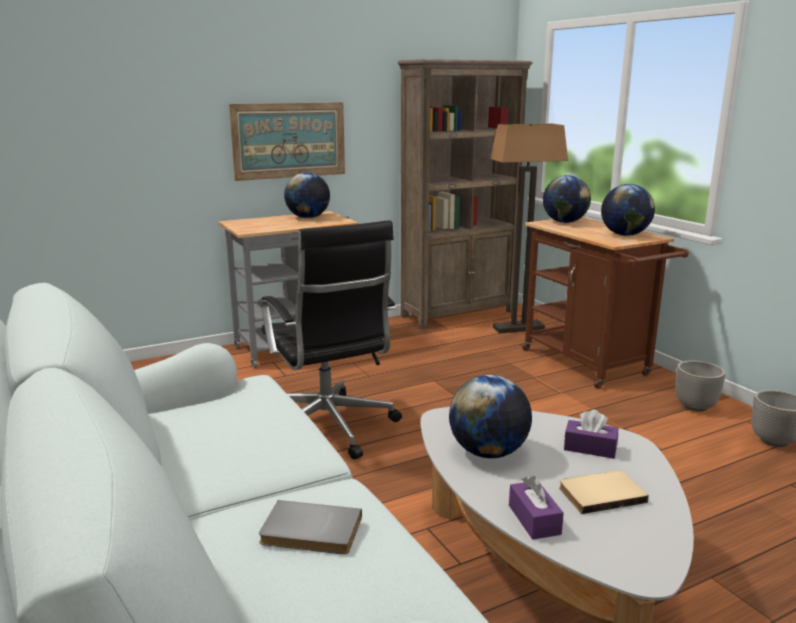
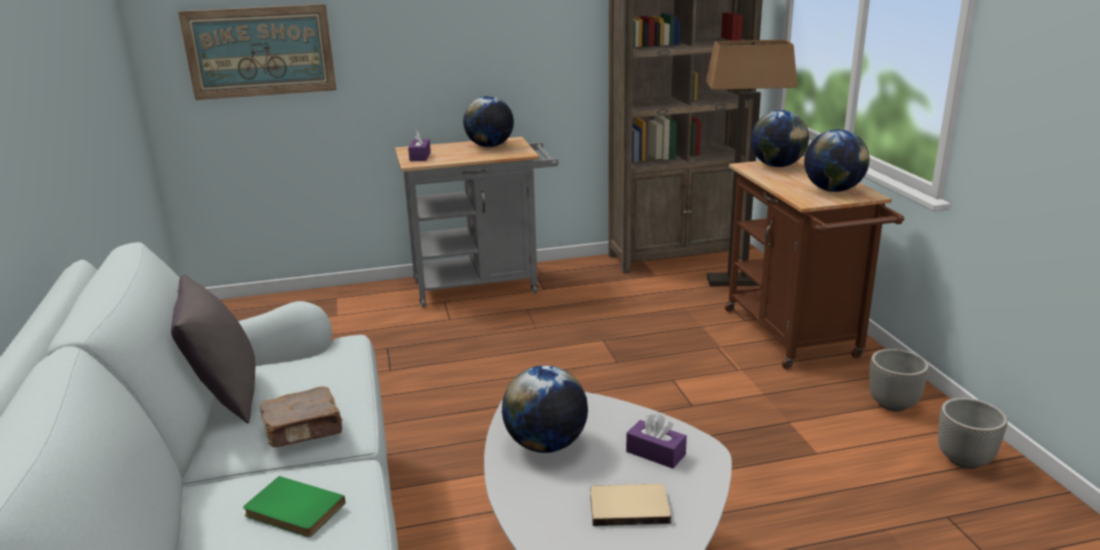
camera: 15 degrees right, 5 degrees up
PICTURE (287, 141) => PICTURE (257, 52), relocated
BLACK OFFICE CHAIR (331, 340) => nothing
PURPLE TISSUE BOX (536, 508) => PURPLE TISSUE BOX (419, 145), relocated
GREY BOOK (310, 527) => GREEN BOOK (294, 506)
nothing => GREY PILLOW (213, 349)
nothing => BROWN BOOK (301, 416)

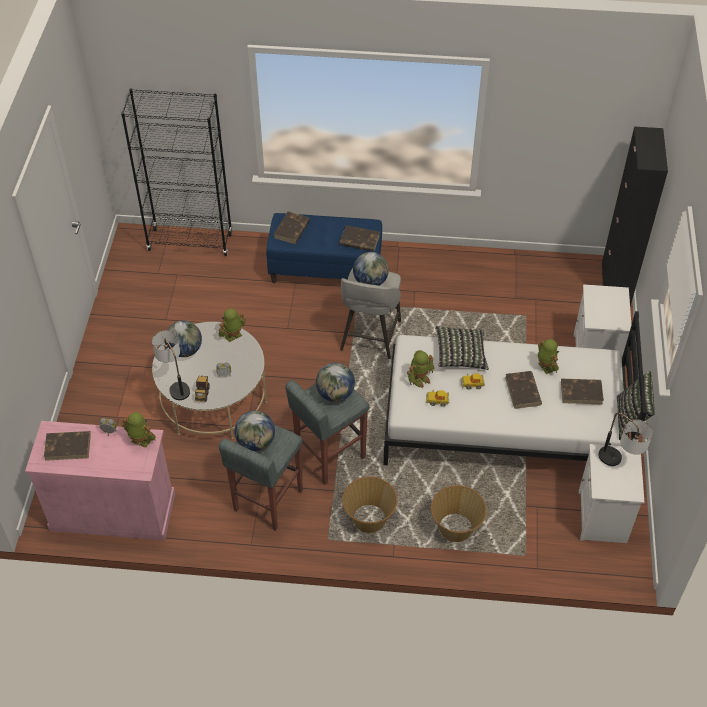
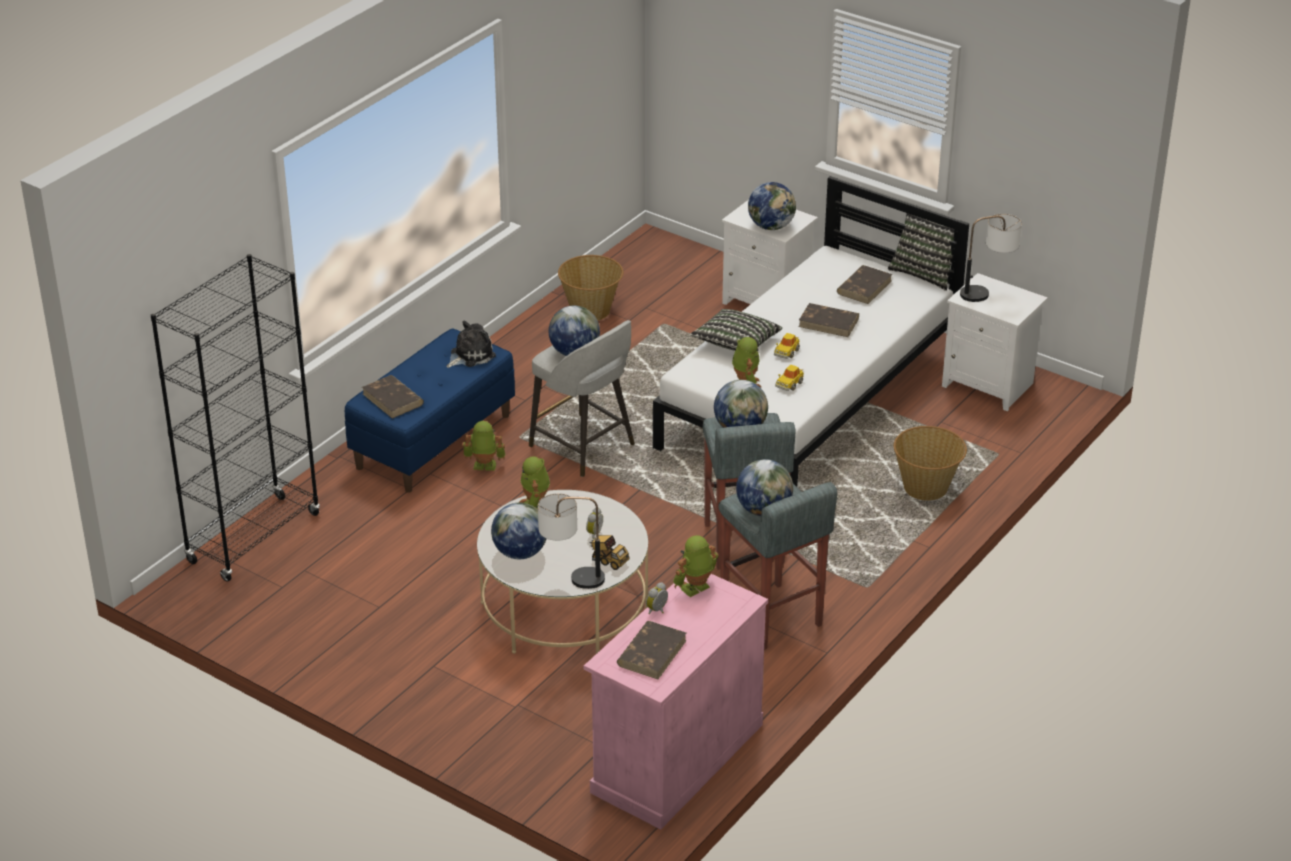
camera: 60 degrees left, 15 degrees down
BLACK CABINET (635, 216) => nothing
BROWN BOOK (360, 238) => PLUSH TOY (471, 344)
TOY ROBOT (548, 356) => TOY ROBOT (483, 446), relocated
BASKET (369, 504) => BASKET (591, 288), relocated
nothing => GLOBE (772, 206)

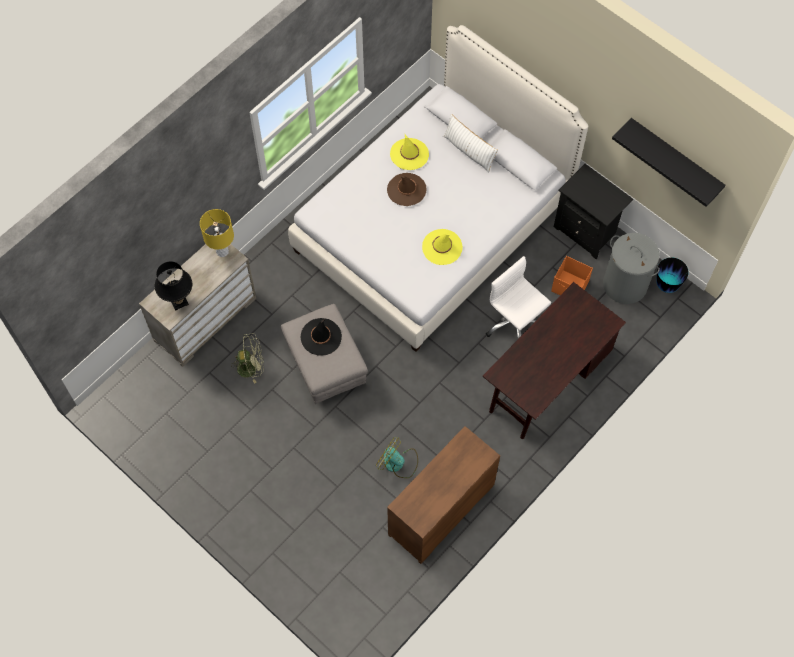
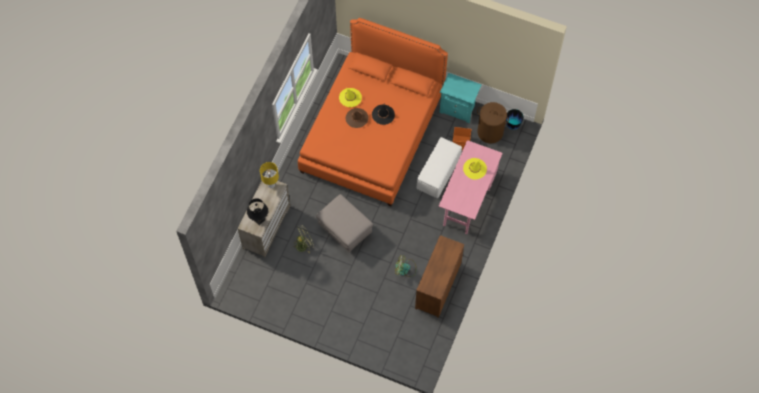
camera: 20 degrees left, 0 degrees up
WHITE BED (438, 188) => ORANGE BED (373, 112)
WHITE PILLOW (470, 143) => nothing
BLACK SHELF (669, 162) => nothing
BLACK NIGHTSTAND (593, 211) => TURQUOISE NIGHTSTAND (461, 98)
YELLOW HAT (442, 247) => YELLOW HAT (475, 169), relocated
GREY LAUNDRY BASKET (631, 268) => BROWN LAUNDRY BASKET (493, 122)
WHITE OFFICE CHAIR (518, 297) => WHITE OTTOMAN (439, 167)
BROWN DESK (554, 360) => PINK DESK (471, 187)
BLACK HAT (321, 337) => BLACK HAT (383, 114), relocated

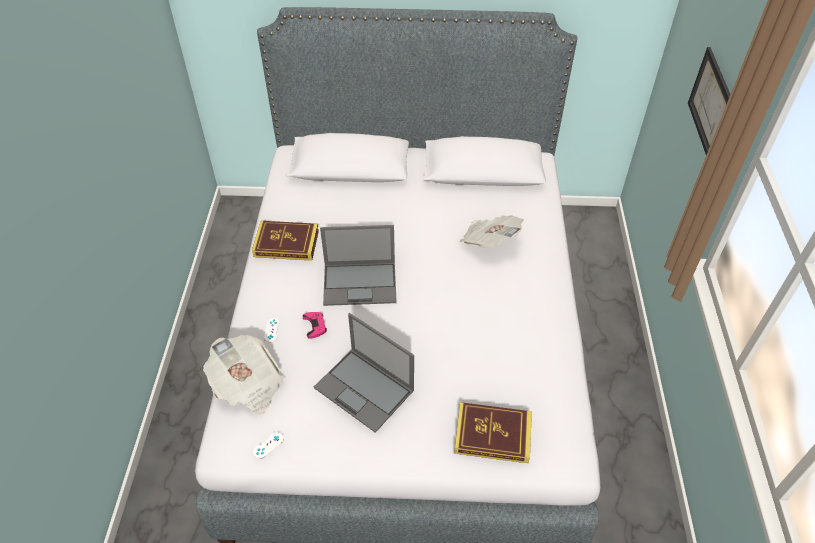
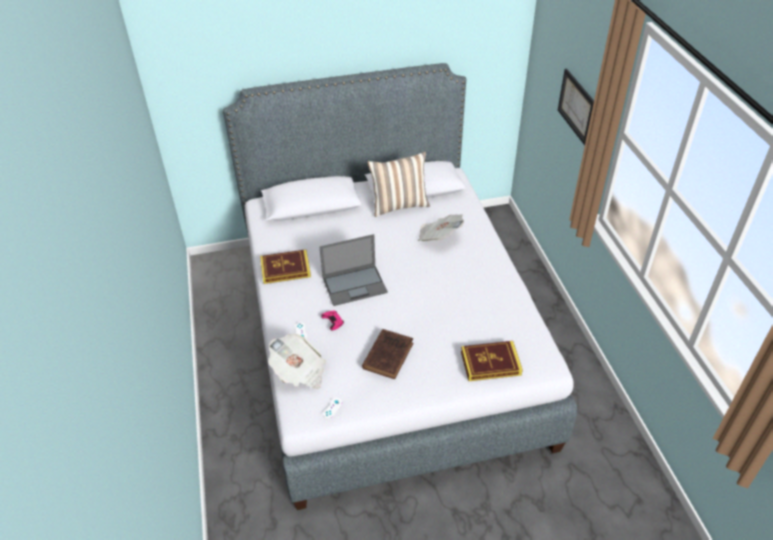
camera: 15 degrees left, 5 degrees down
LAPTOP (364, 373) => BROWN BOOK (387, 354)
nothing => PILLOW (398, 184)

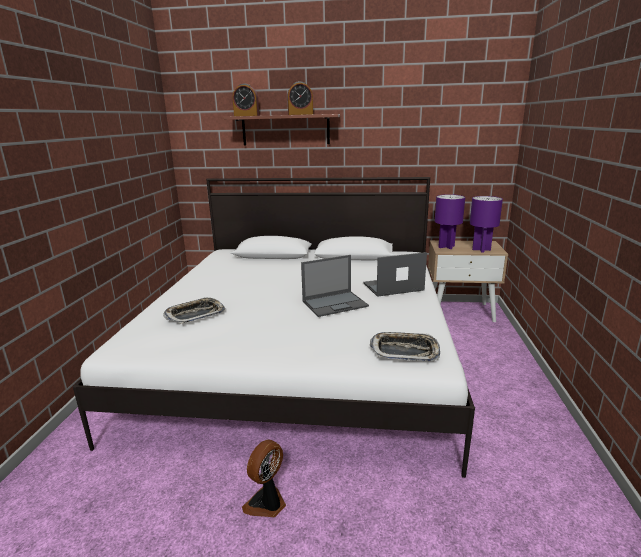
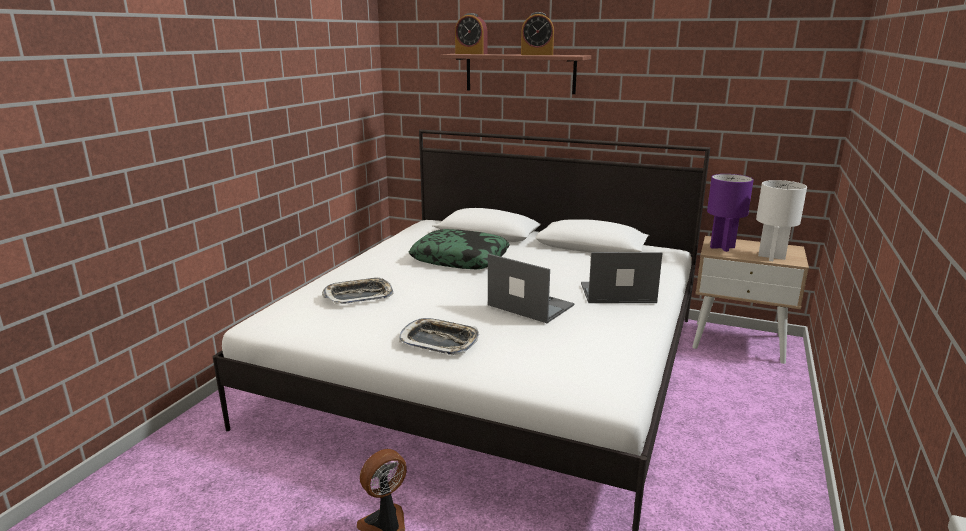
camera: 15 degrees right, 0 degrees up
PURPLE TABLE LAMP (486, 224) => WHITE TABLE LAMP (781, 220)
LAPTOP (335, 286) => LAPTOP (531, 288), 135 degrees counterclockwise
TRAY (405, 346) => TRAY (439, 336), relocated
nothing => PILLOW (459, 249)

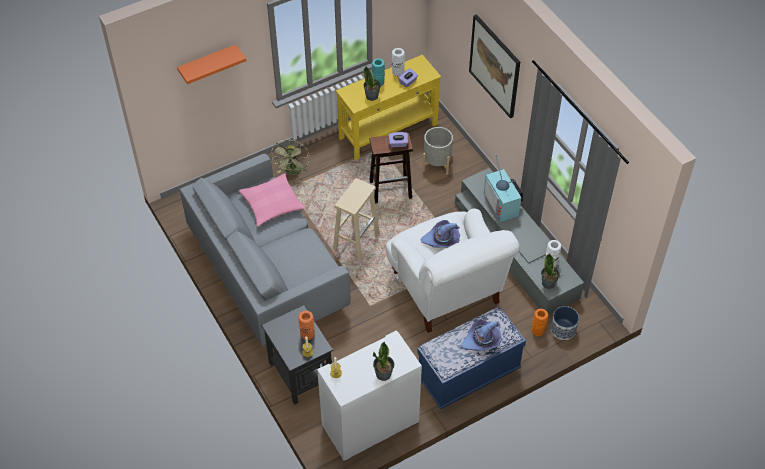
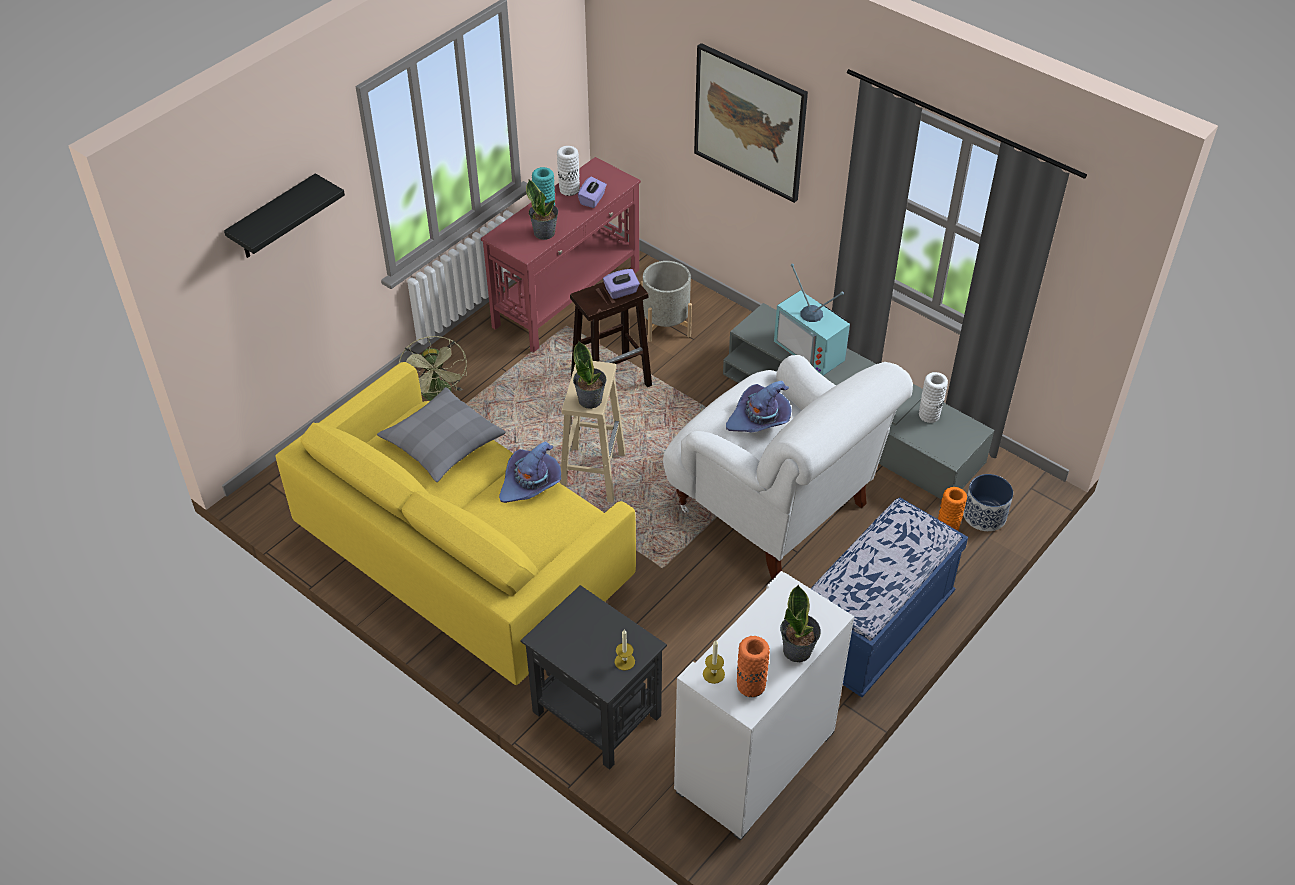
camera: 20 degrees left, 5 degrees down
ORANGE SHELF (212, 64) => BLACK SHELF (284, 215)
YELLOW CONSOLE TABLE (388, 107) => RED CONSOLE TABLE (561, 254)
GREY SOFA (265, 250) => YELLOW SOFA (456, 523)
PINK PILLOW (271, 199) => GREY PILLOW (441, 434)
POTTED PLANT (550, 271) => POTTED PLANT (590, 375), relocated
ORANGE VASE (306, 325) => ORANGE VASE (753, 666), relocated
PURPLE HAT (481, 335) => PURPLE HAT (530, 472), relocated

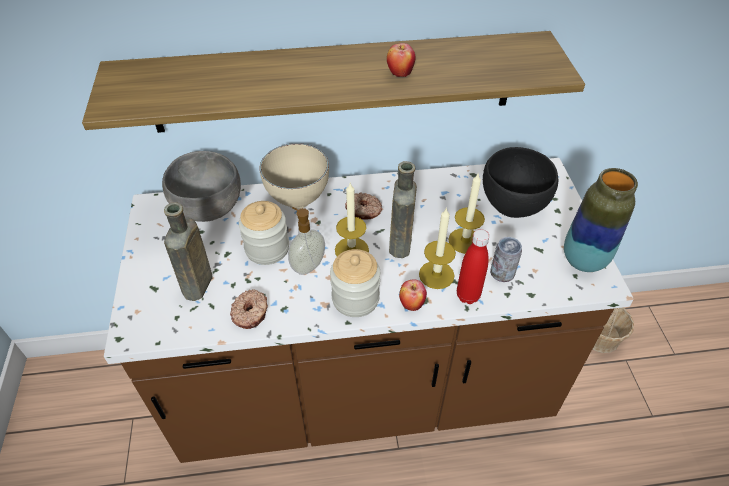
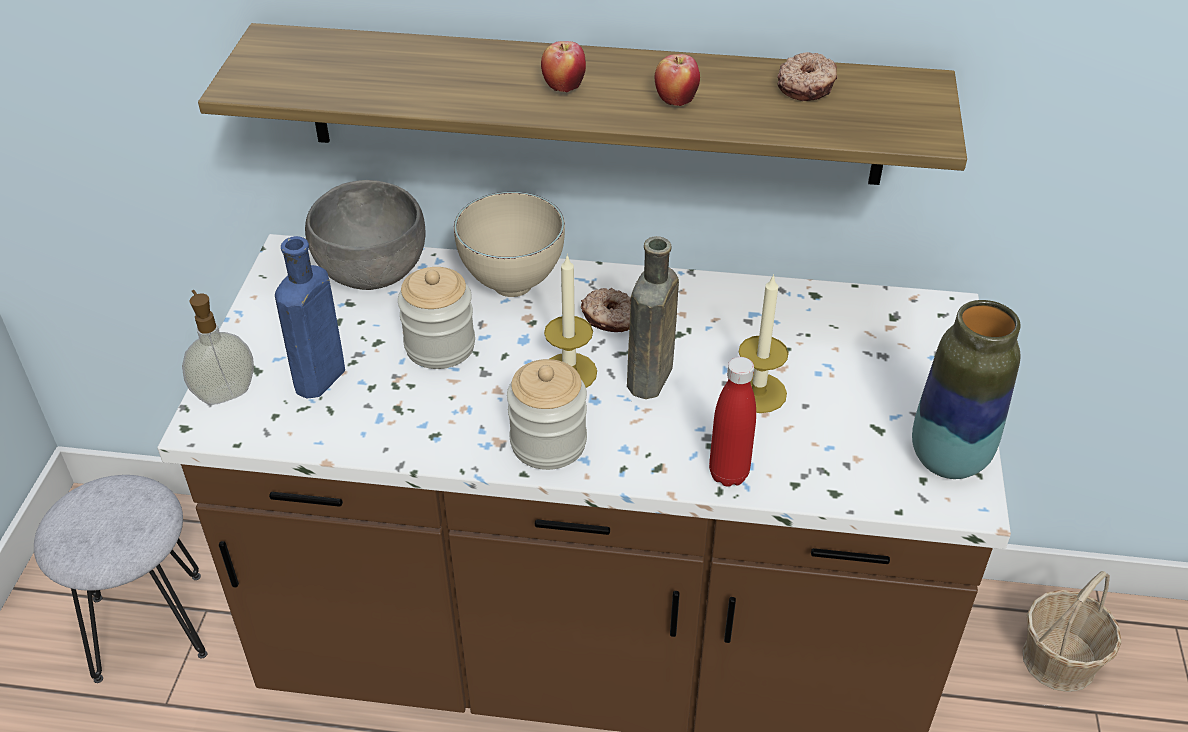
camera: 15 degrees right, 5 degrees down
BLACK BOWL (520, 182) => nothing
BROWN BOTTLE (188, 251) => BLUE BOTTLE (310, 317)
SOAP DISPENSER (306, 241) => SOAP DISPENSER (218, 347), relocated
CANDLE (437, 248) => nothing
CAN (506, 259) => nothing
APPLE (413, 295) => APPLE (563, 66), relocated
DONUT (249, 309) => DONUT (807, 76), relocated
nothing => GREY STOOL (120, 579)

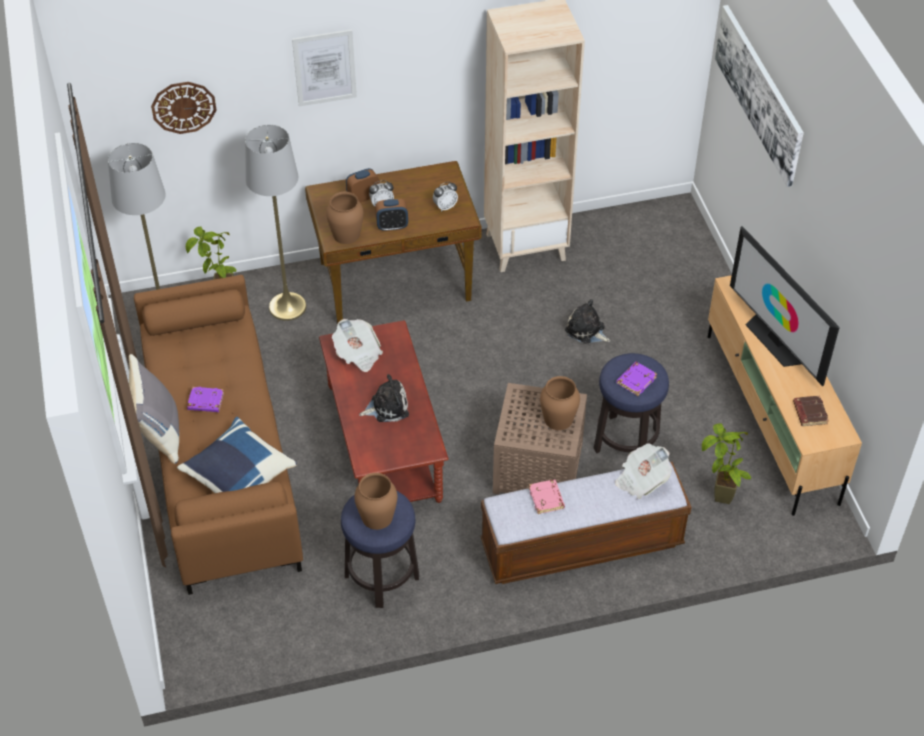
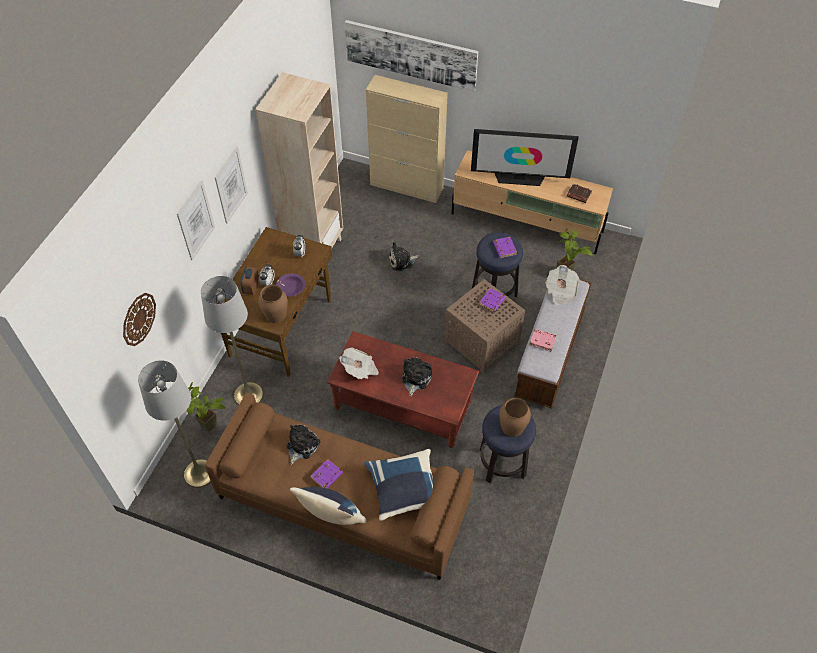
camera: 55 degrees left, 5 degrees up
ALARM CLOCK (391, 215) => PURPLE BOWL (291, 284)
GREY PILLOW (154, 409) => BLUE PILLOW (328, 506)
BROWN VASE (560, 403) => PURPLE BOOK (492, 300)
nothing => BEIGE CABINET (407, 139)
nothing => PICTURE (231, 185)
nothing => PLUSH TOY (303, 444)

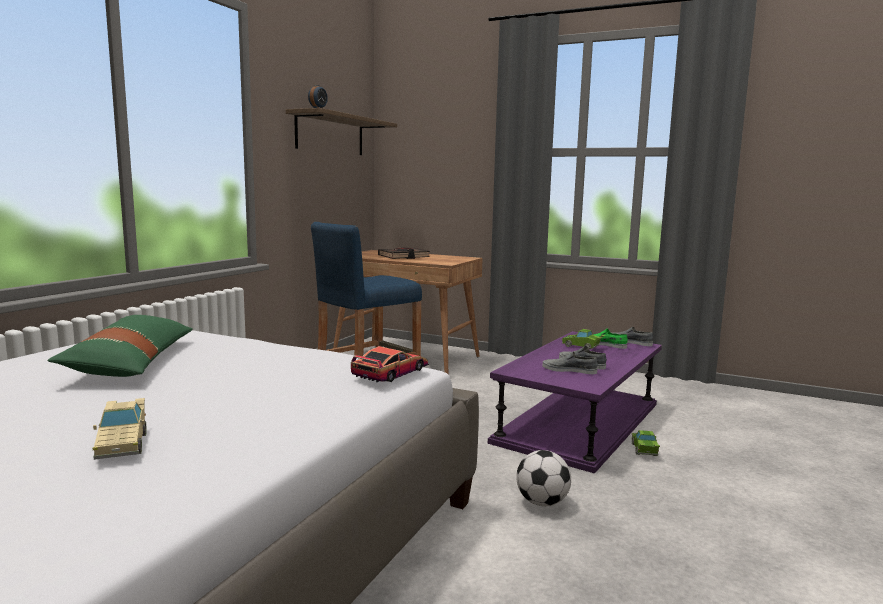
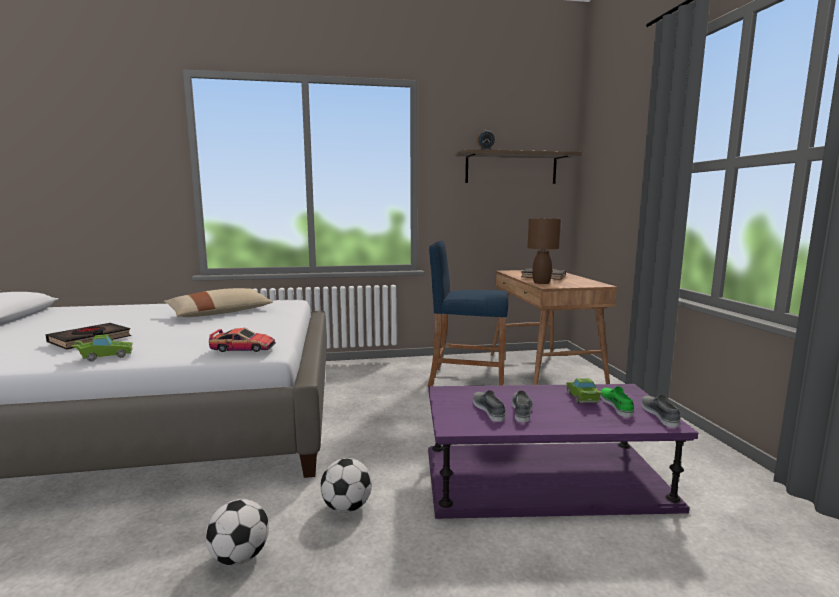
camera: 55 degrees right, 0 degrees up
GREEN PILLOW (120, 346) => BEIGE PILLOW (218, 302)
BEIGE TOY CAR (119, 429) => BLACK BOOK (88, 336)
GREEN TOY CAR (645, 443) => GREEN TOY CAR (102, 348), relocated
nothing => BROWN TABLE LAMP (544, 251)
nothing => FOOTBALL (237, 532)

